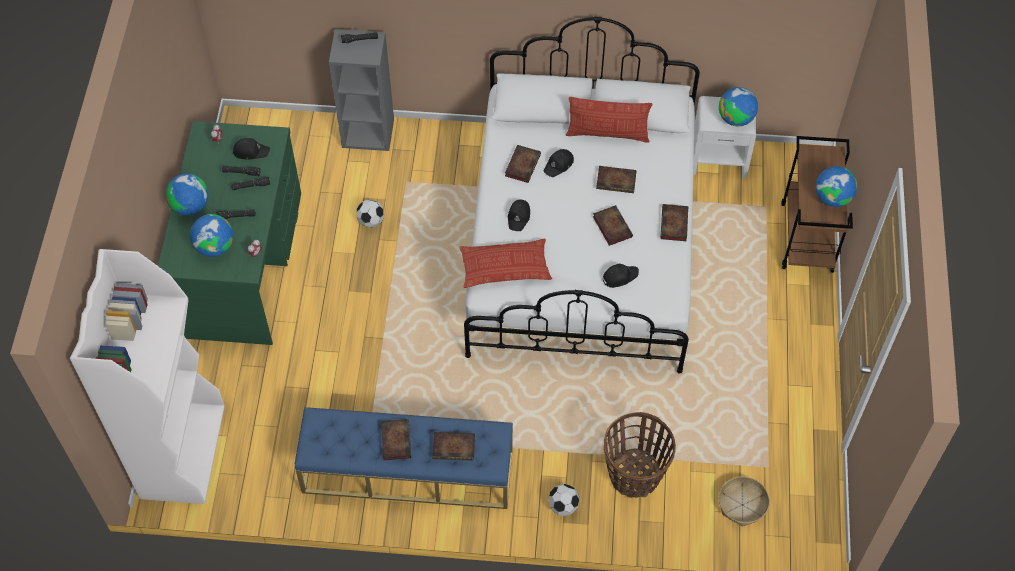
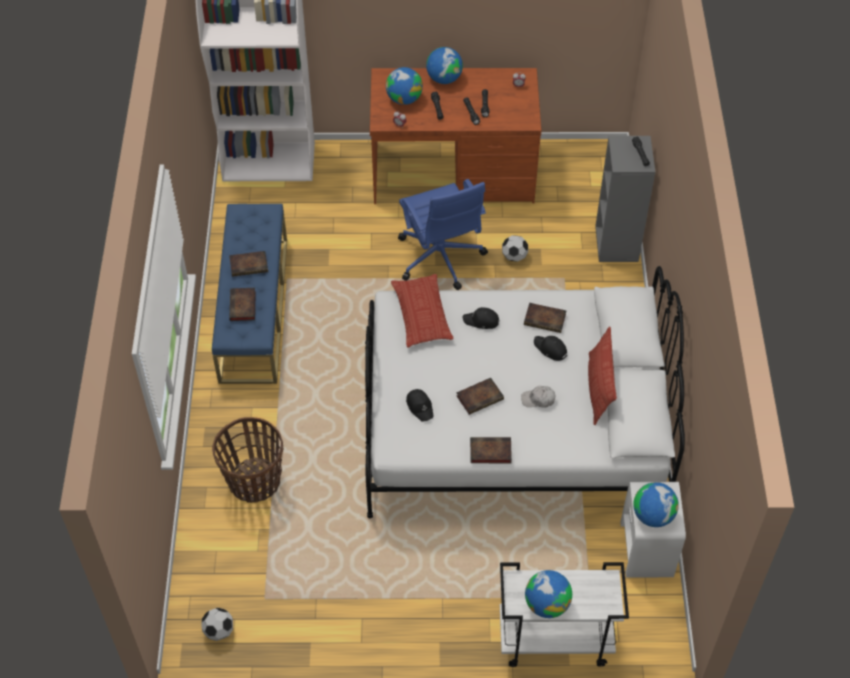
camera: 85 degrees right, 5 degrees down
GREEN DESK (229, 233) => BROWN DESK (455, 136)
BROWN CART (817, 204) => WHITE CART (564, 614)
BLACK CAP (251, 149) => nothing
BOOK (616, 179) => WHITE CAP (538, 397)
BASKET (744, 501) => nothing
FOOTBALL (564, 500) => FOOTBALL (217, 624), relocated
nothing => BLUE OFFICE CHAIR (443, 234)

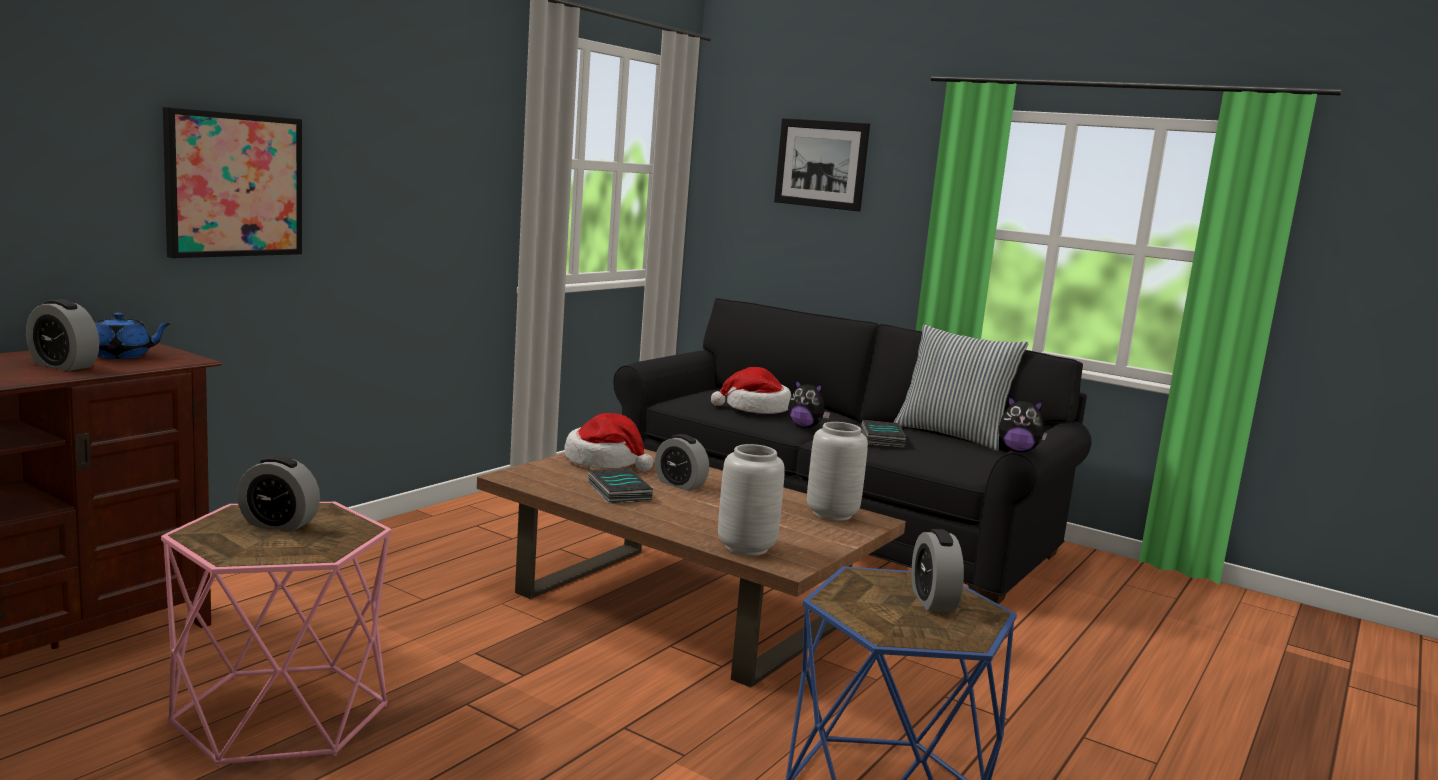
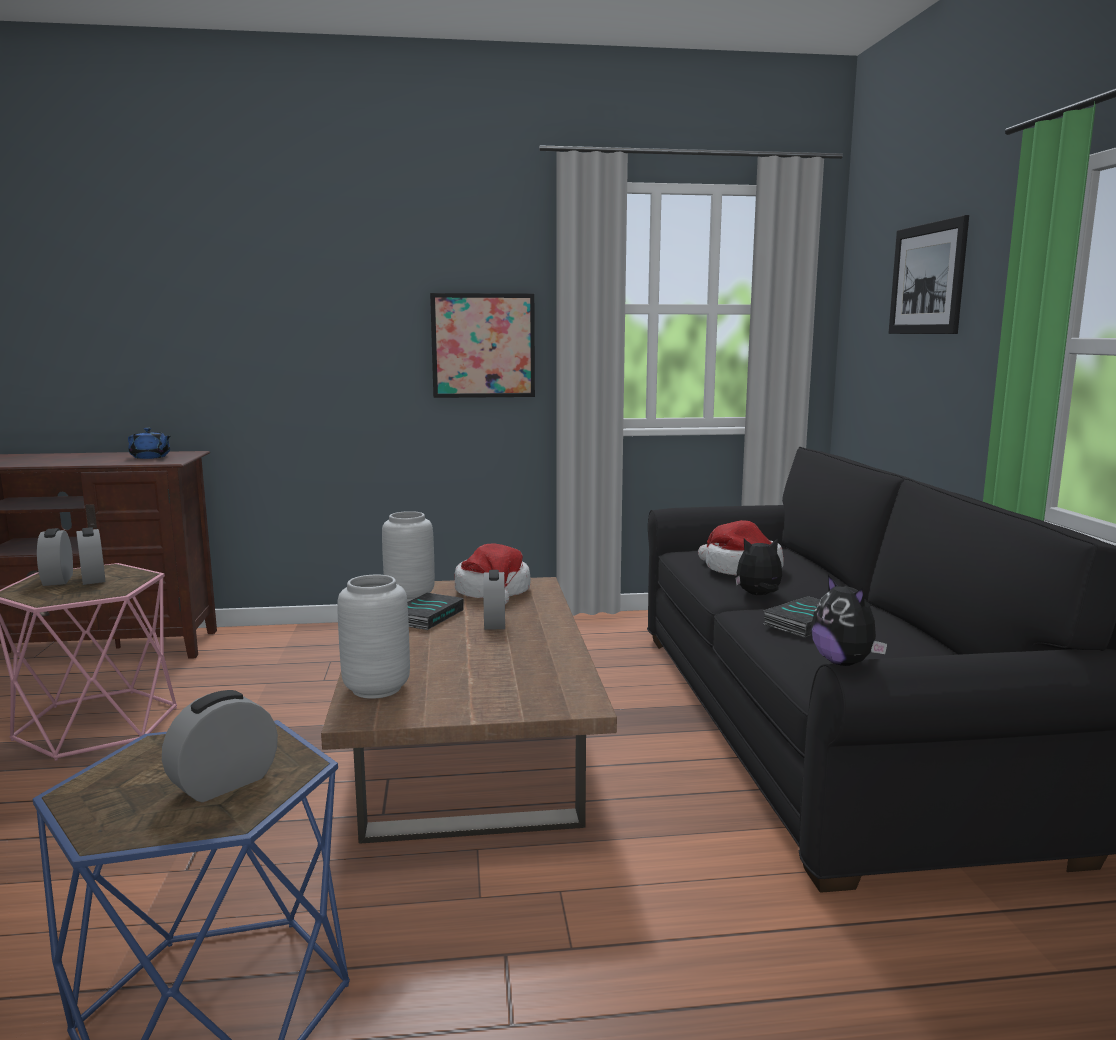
camera: 50 degrees right, 0 degrees up
PICTURE (232, 182) => PICTURE (482, 345), relocated
ALARM CLOCK (62, 335) => ALARM CLOCK (55, 557), relocated
PILLOW (961, 387) => nothing
PLUSH TOY (809, 403) => PLUSH TOY (758, 567), 105 degrees clockwise
GREY VASE (837, 471) => GREY VASE (408, 556), relocated

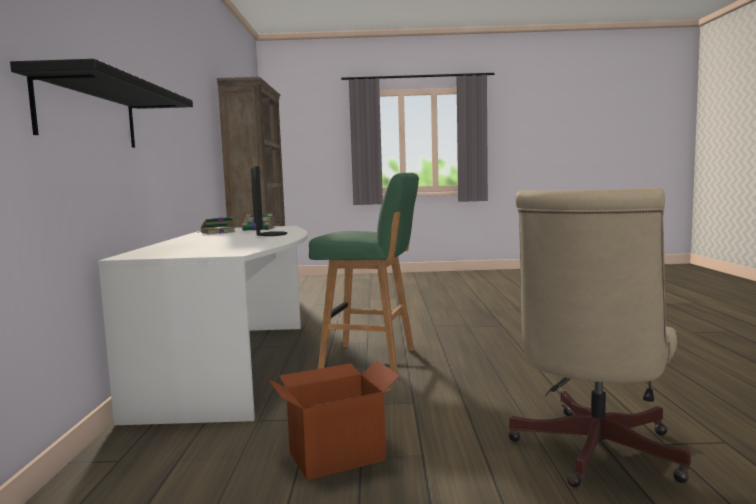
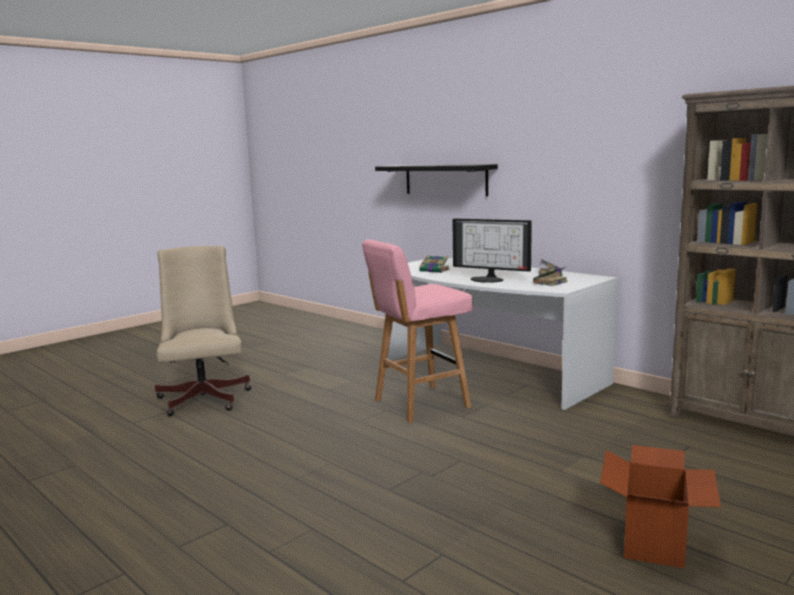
camera: 135 degrees right, 5 degrees up
GREEN STOOL (364, 273) => PINK STOOL (417, 331)
CARDBOARD BOX (334, 420) => CARDBOARD BOX (660, 507), relocated
nothing => BOOK (434, 264)

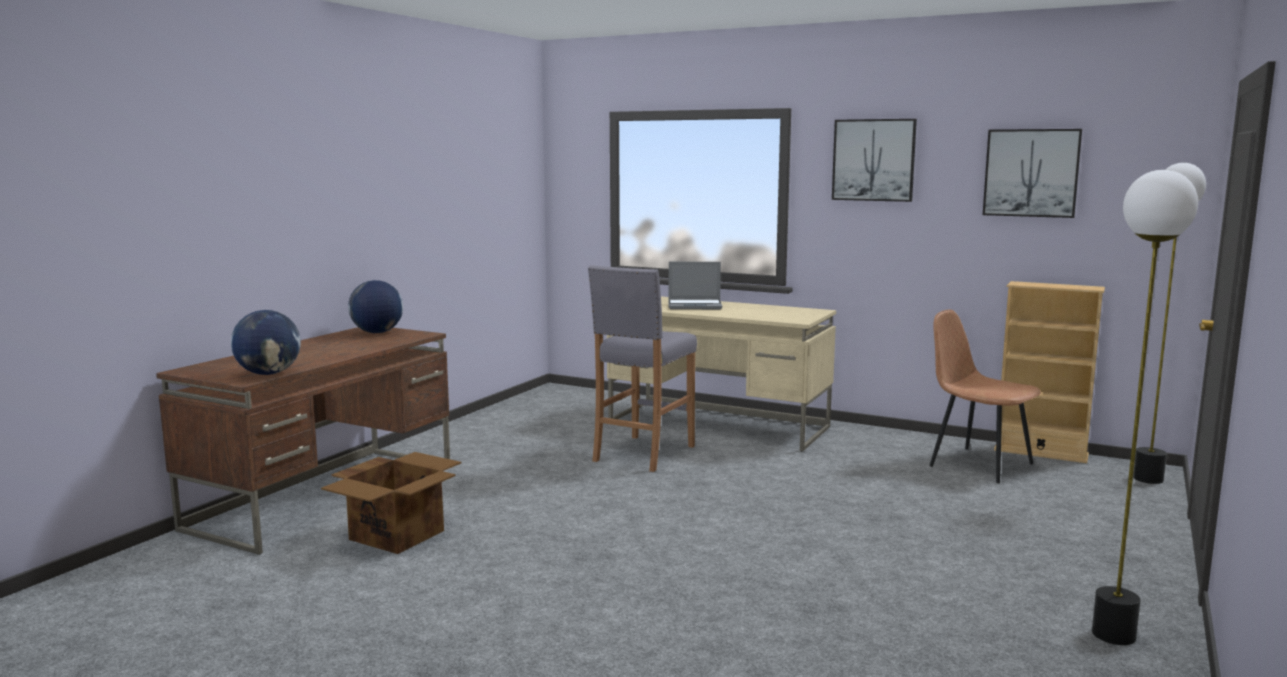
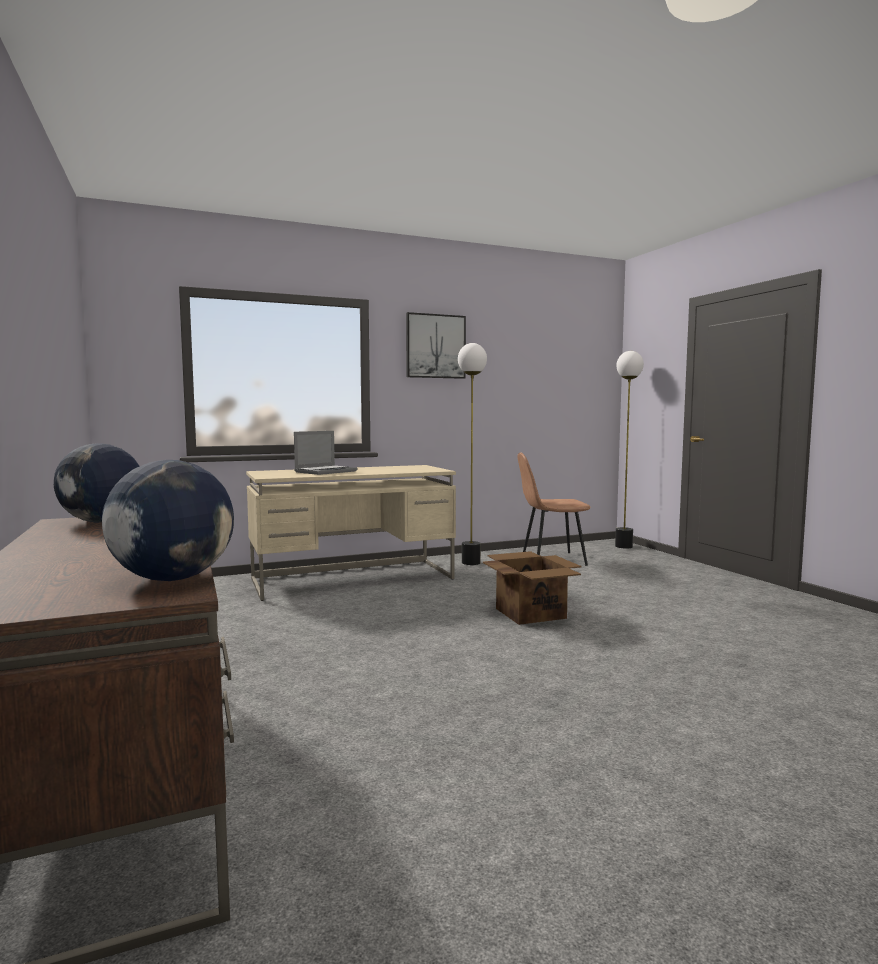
camera: 50 degrees left, 5 degrees down
PICTURE (1032, 173) => nothing
FLOOR LAMP (1145, 407) => FLOOR LAMP (472, 454), relocated
GREY STOOL (642, 368) => nothing
BEIGE BOOKCASE (1049, 372) => nothing
CARDBOARD BOX (391, 503) => CARDBOARD BOX (532, 588), relocated

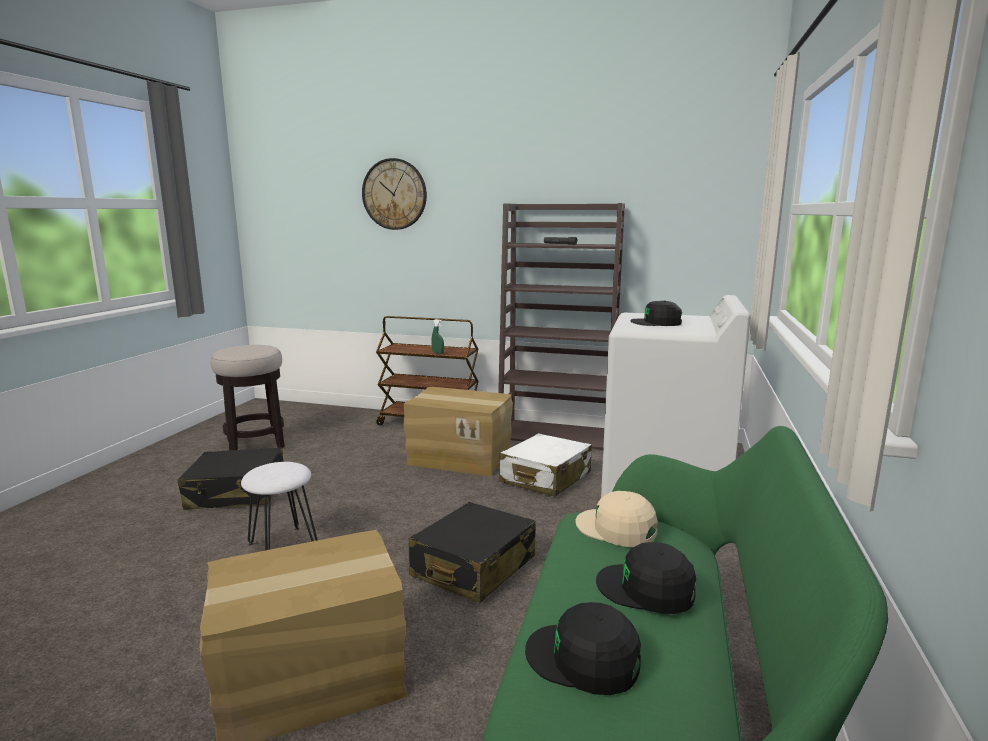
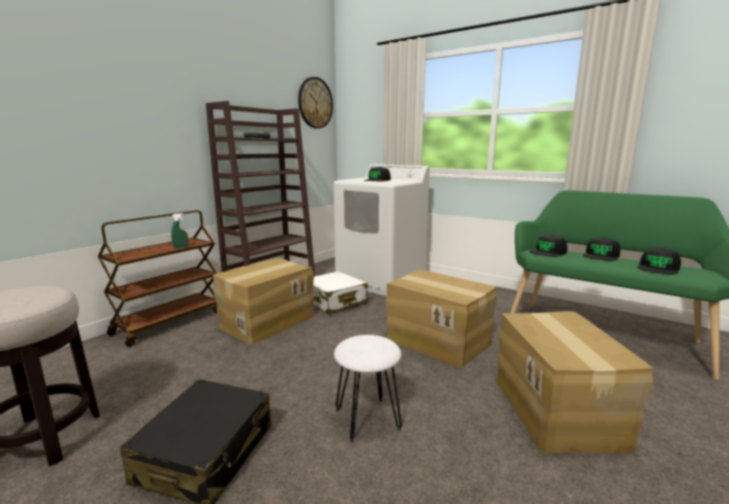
camera: 70 degrees left, 0 degrees up
WALL CLOCK (394, 194) => WALL CLOCK (315, 103), relocated
BEIGE CAP (617, 519) => BLACK CAP (548, 246)
BLACK SUITCASE (472, 552) => CARDBOARD BOX (441, 319)

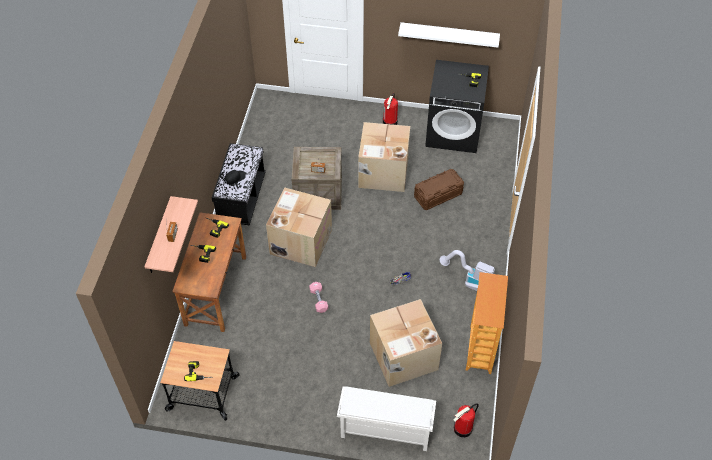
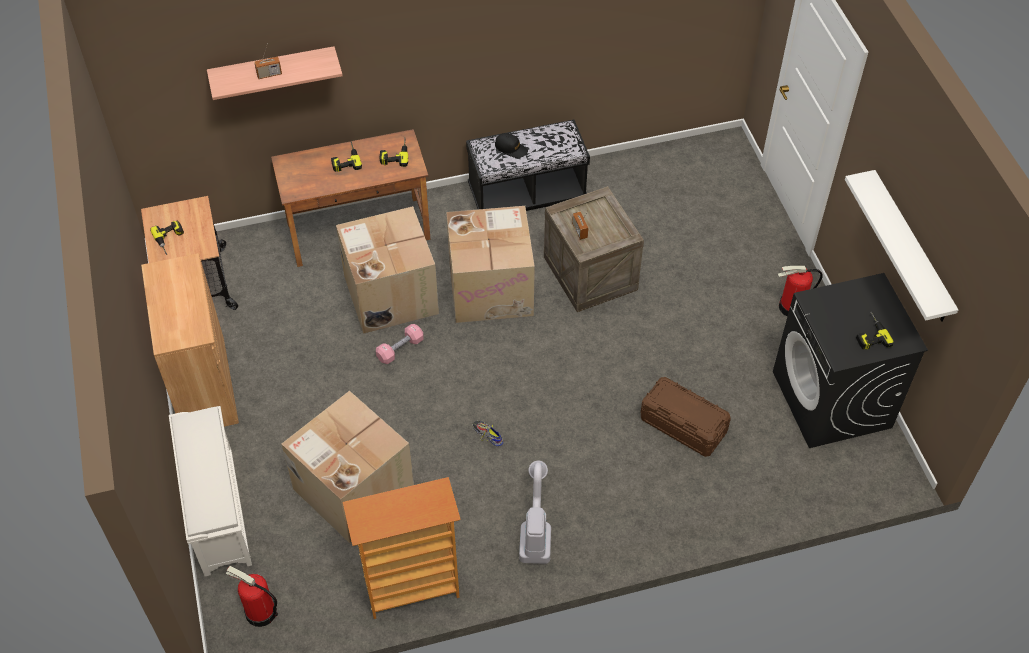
camera: 65 degrees right, 0 degrees up
CARDBOARD BOX (384, 157) => CARDBOARD BOX (387, 270), relocated
nothing => BROWN CABINET (190, 340)

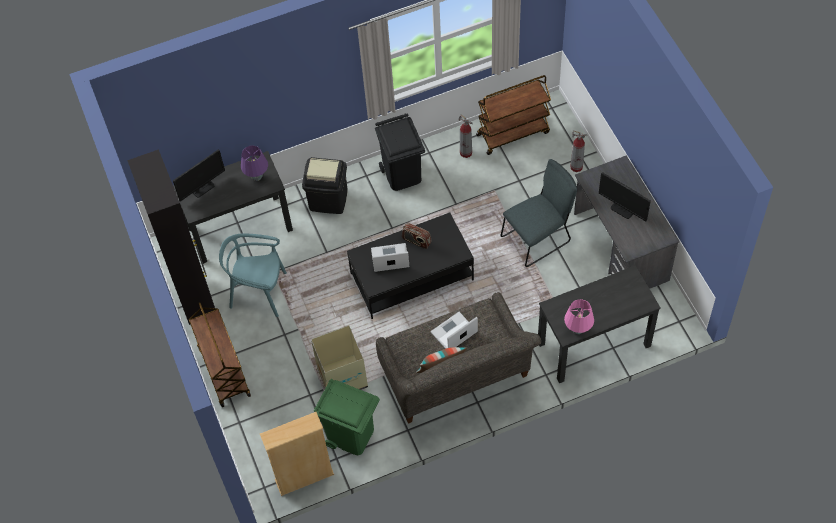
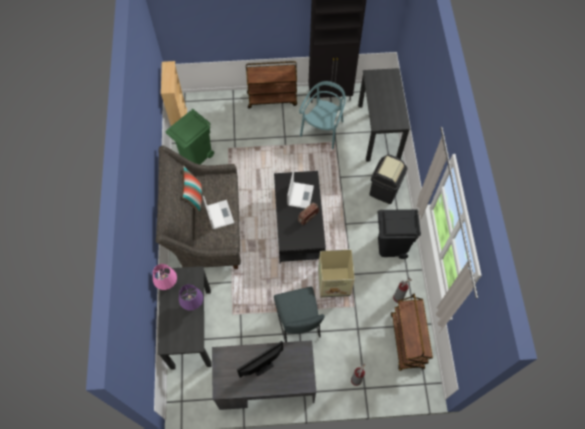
camera: 105 degrees right, 5 degrees up
PURPLE TABLE LAMP (254, 163) => PURPLE TABLE LAMP (191, 297), relocated
MONITOR (199, 175) => nothing
CARDBOARD BOX (339, 357) => CARDBOARD BOX (336, 273), relocated

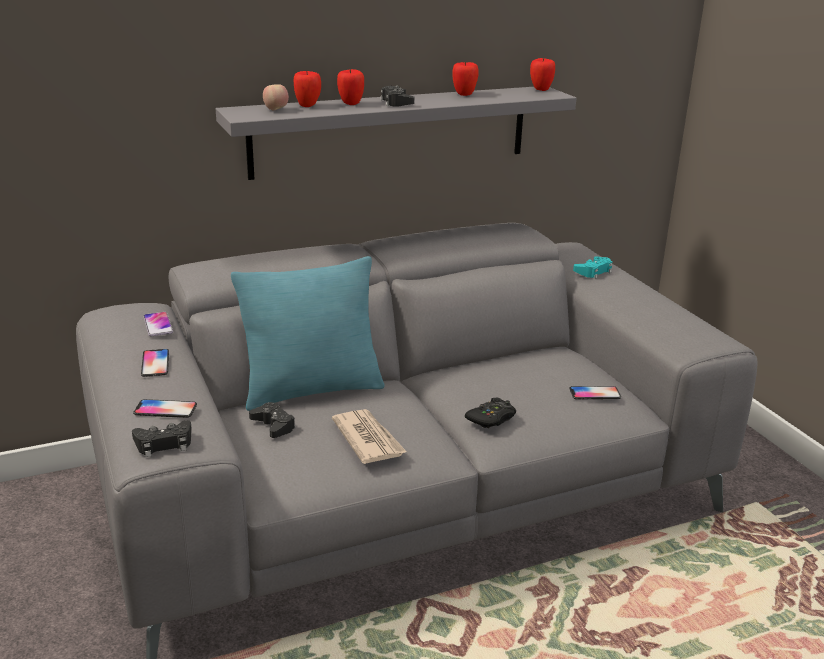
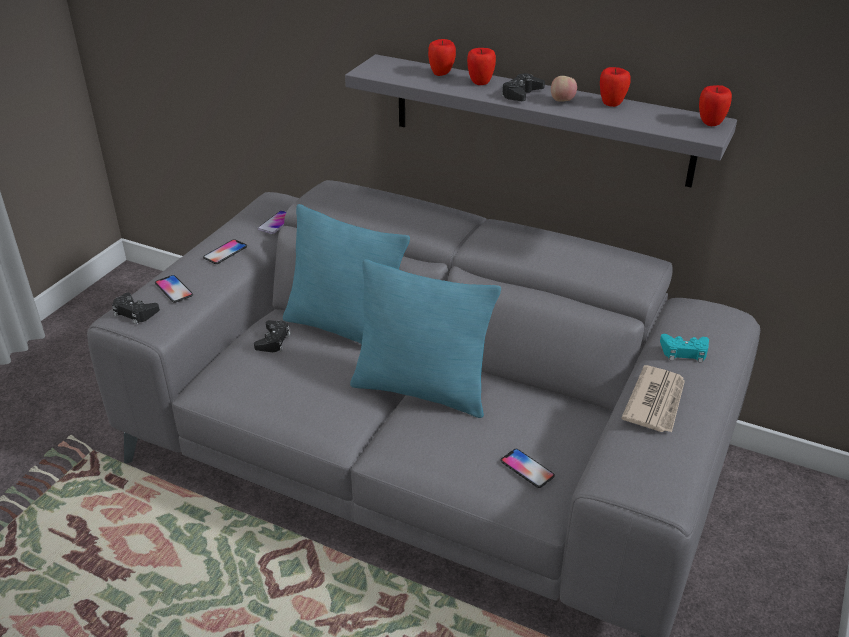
camera: 50 degrees right, 10 degrees up
APPLE (276, 97) => APPLE (564, 89), relocated
BLACK GAME CONTROLLER (490, 413) => nothing
NEWSPAPER (369, 436) => NEWSPAPER (653, 398), relocated
nothing => TURQUOISE PILLOW (425, 338)

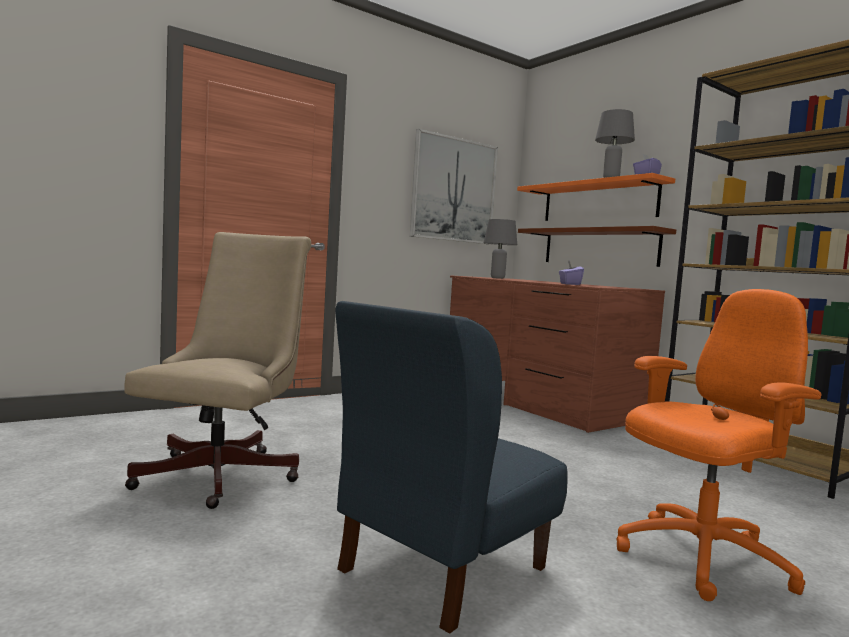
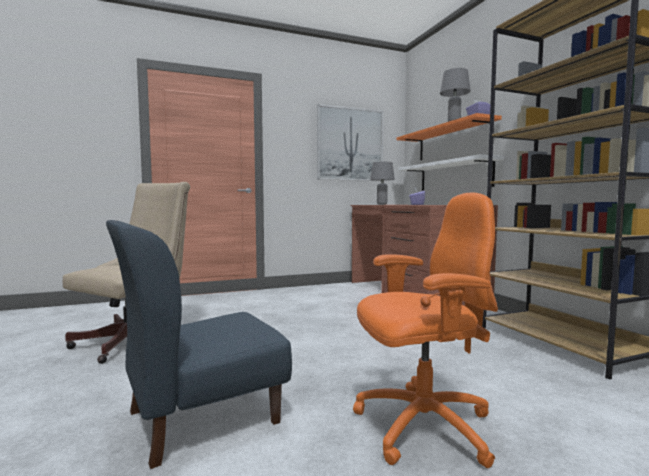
camera: 15 degrees right, 0 degrees up
BROWN SHELF (597, 246) => WHITE SHELF (451, 173)

